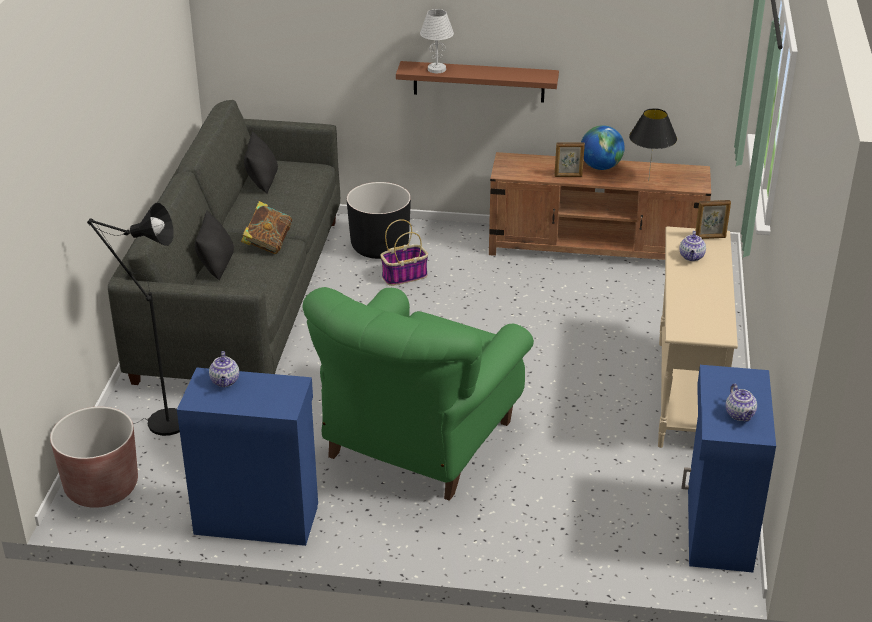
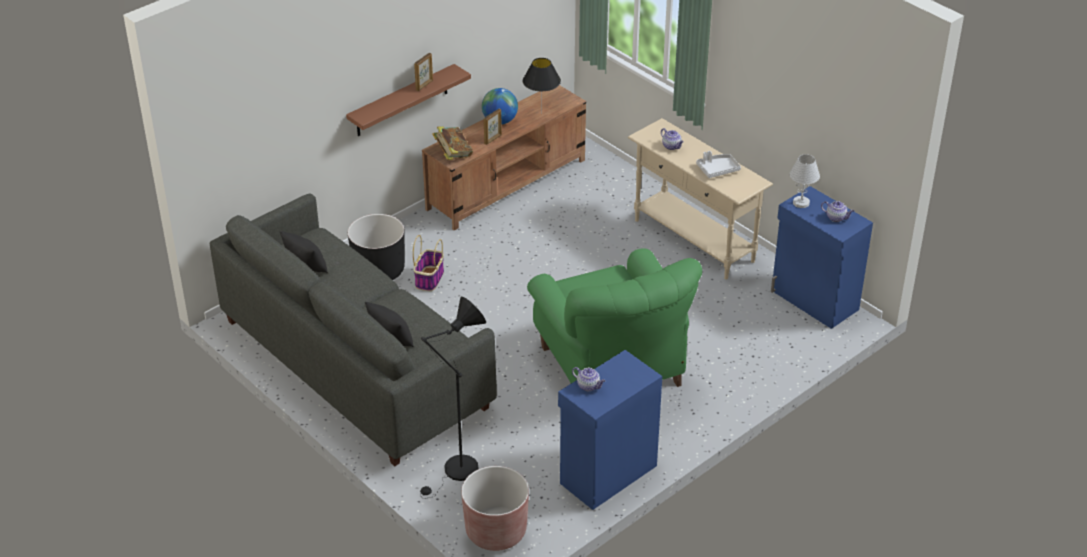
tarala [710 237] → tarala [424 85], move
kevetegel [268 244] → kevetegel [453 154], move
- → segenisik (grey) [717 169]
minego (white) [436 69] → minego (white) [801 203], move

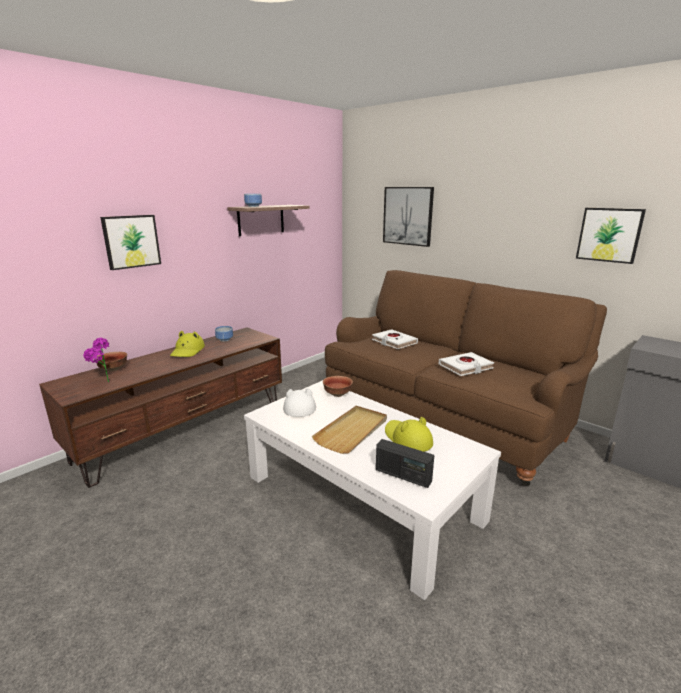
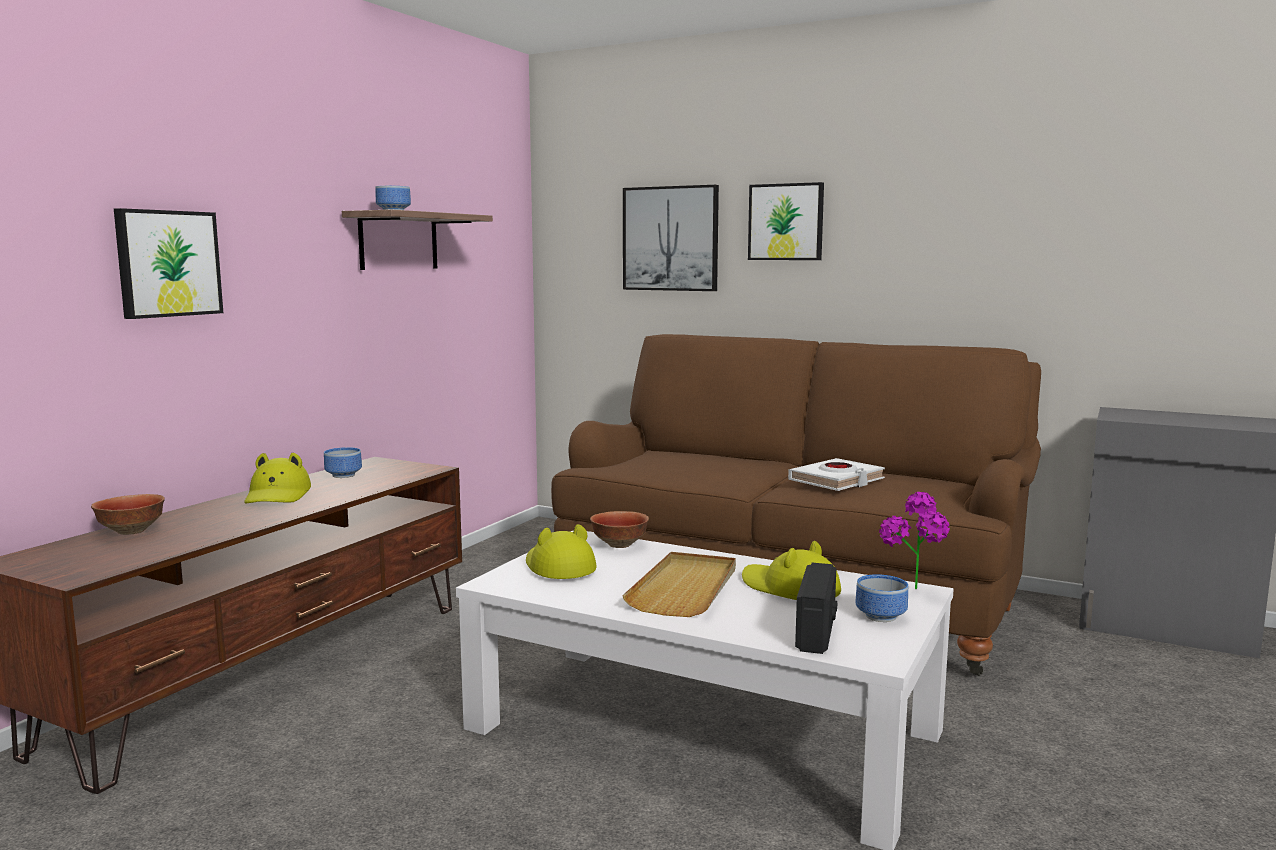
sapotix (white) [299 406] → sapotix (yellow) [558 566]
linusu [609 235] → linusu [786 222], move
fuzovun [403 475] → fuzovun [816 632], 90 degrees counterclockwise
- → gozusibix [878 616]
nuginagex [102 383] → nuginagex [913 593], move
kevetegel (white) [394 342] → -

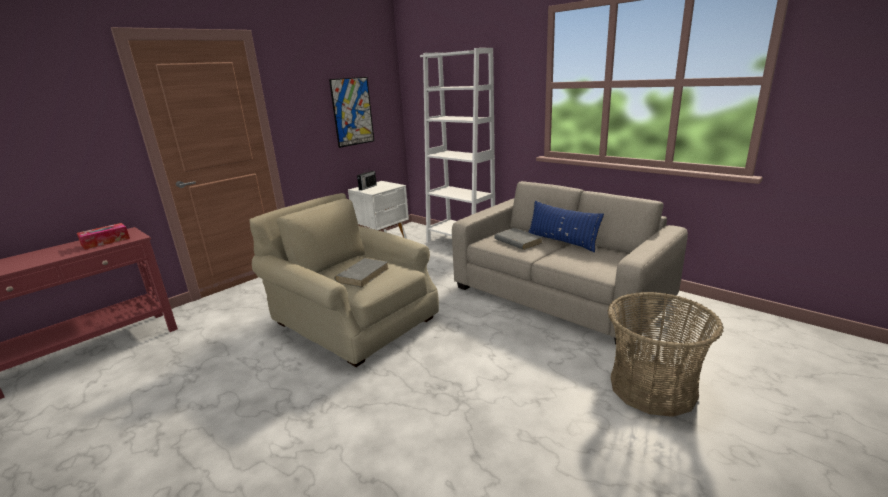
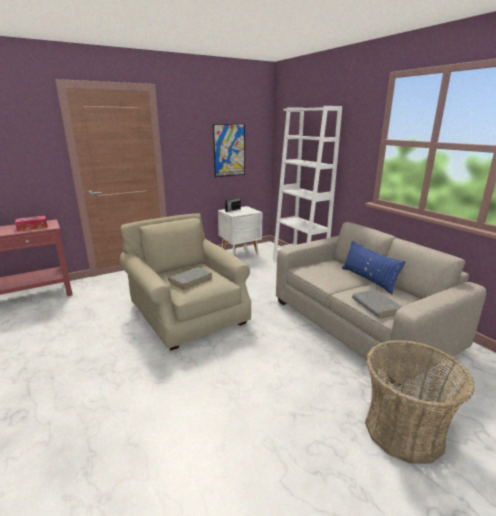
kevetegel (grey) [517 241] → kevetegel (grey) [375 305], move

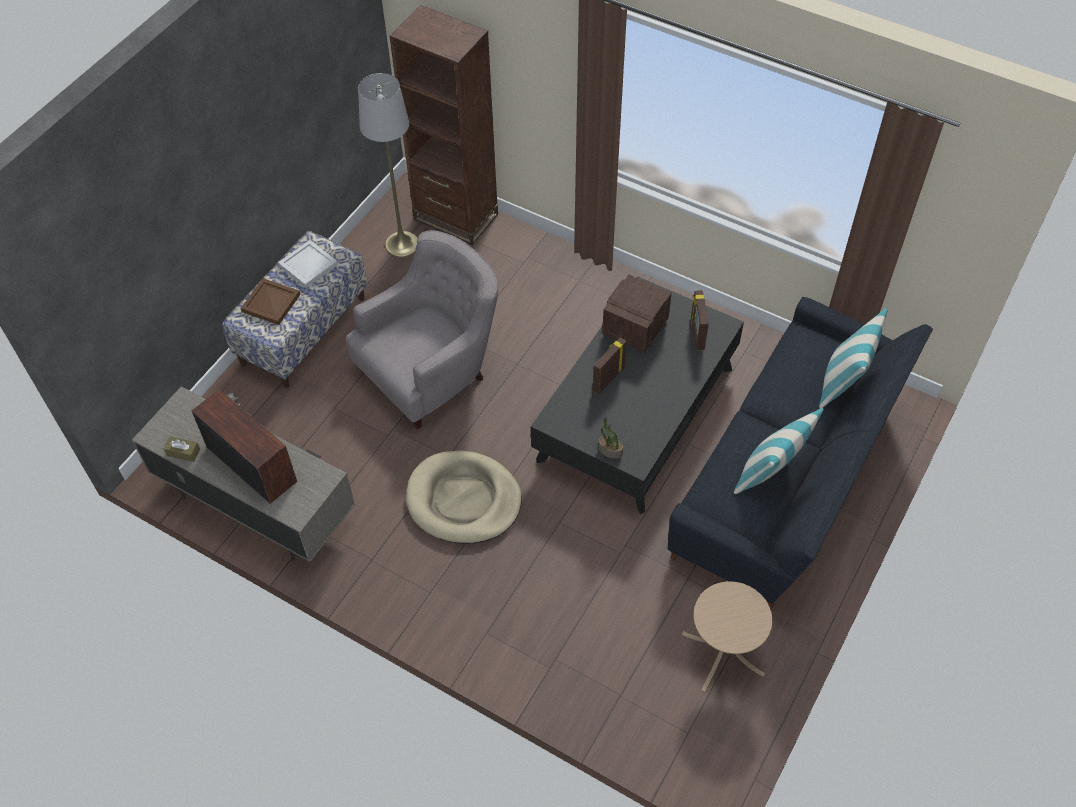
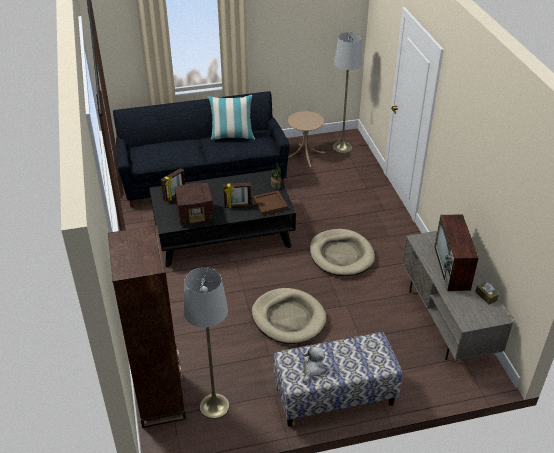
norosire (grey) [432 370] → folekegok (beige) [288 318]
segenisik (brown) [272 303] → segenisik (brown) [269 204], move
segenisik (white) [308 265] → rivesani [312 369]
- → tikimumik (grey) [342 147]
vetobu [844 381] → -

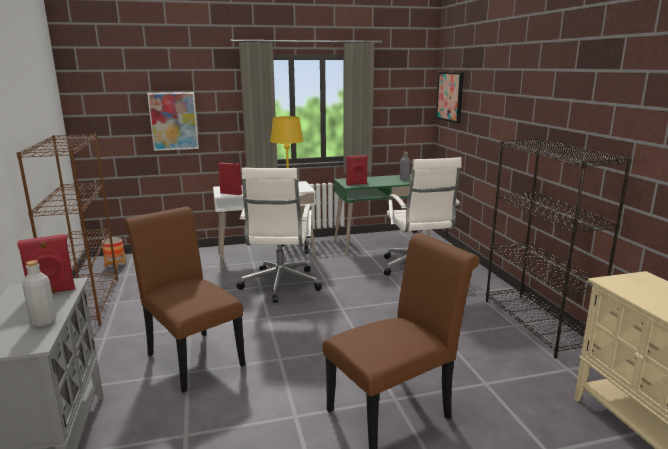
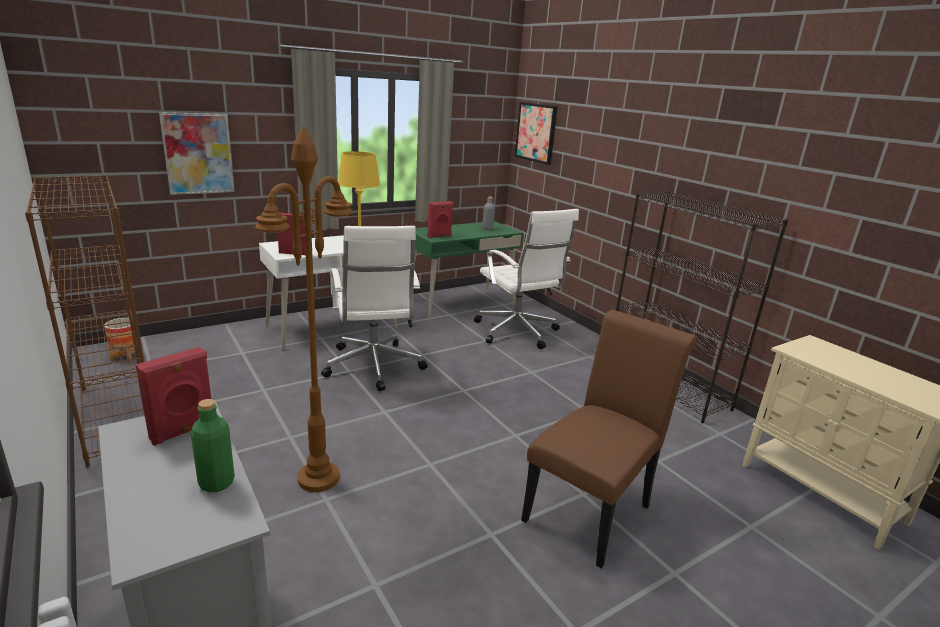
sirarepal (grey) [43 322] → sirarepal (green) [216 483]
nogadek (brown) [191 357] → tikimumik (brown) [319 478]

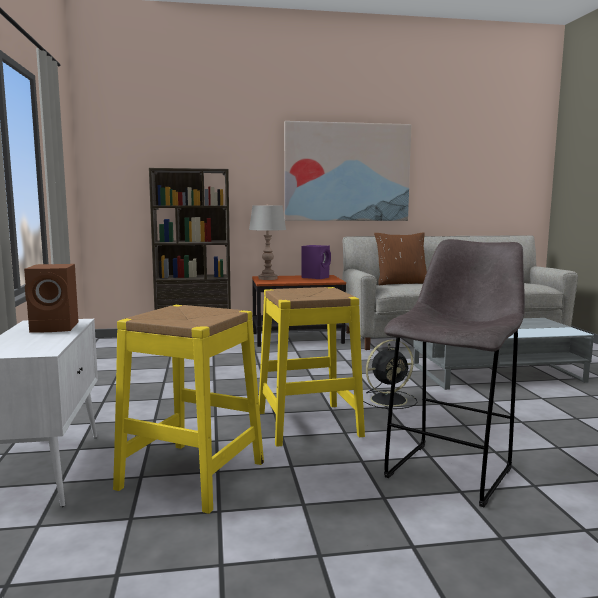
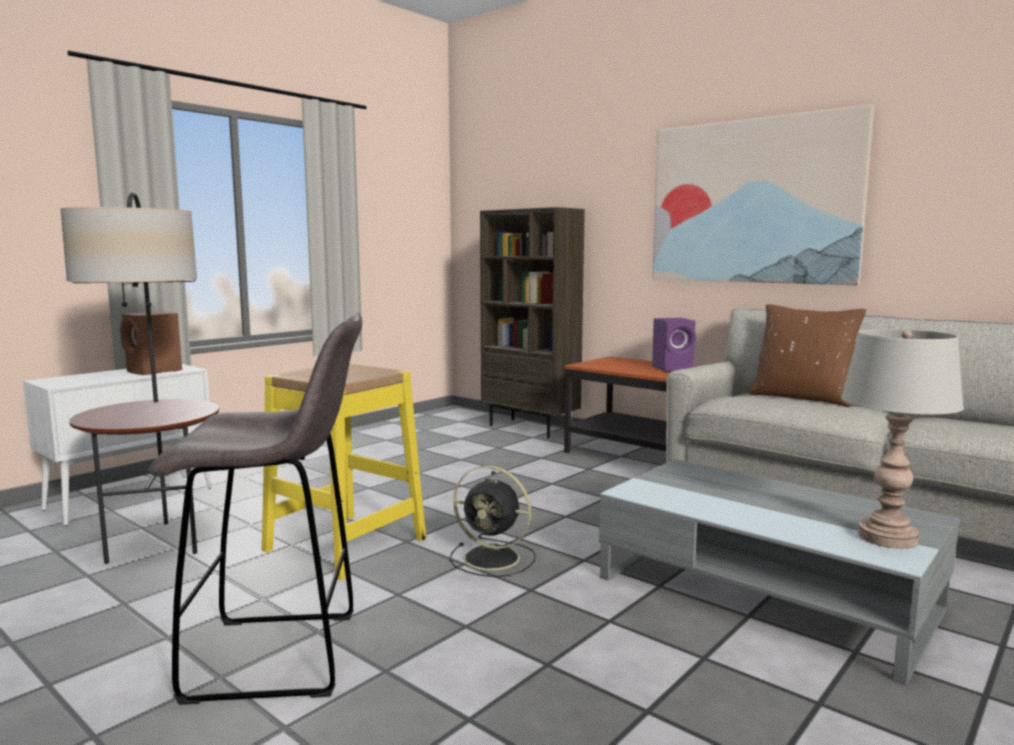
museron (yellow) [192 475] → tikimumik [158 542]
minego (grey) [267 278] → minego (grey) [887 537], move

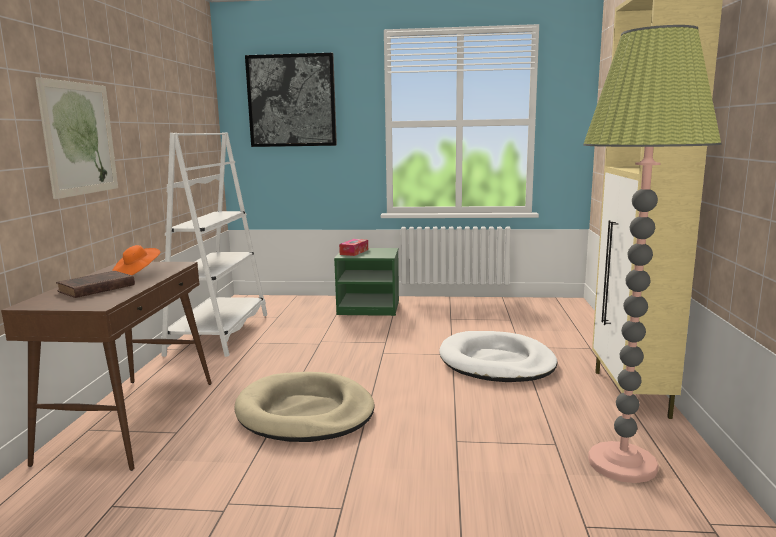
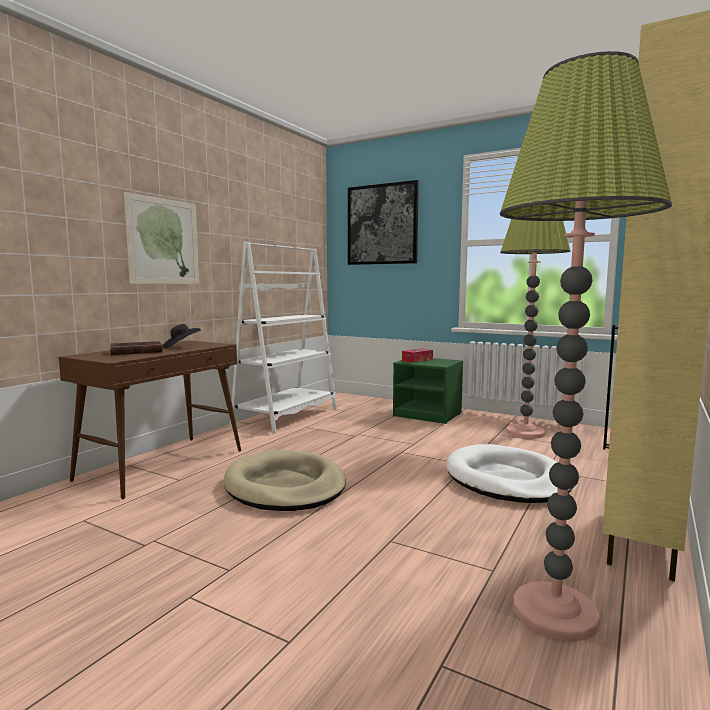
sapotix (orange) [137 273] → sapotix (black) [181 347]
- → tikimumik [525 432]

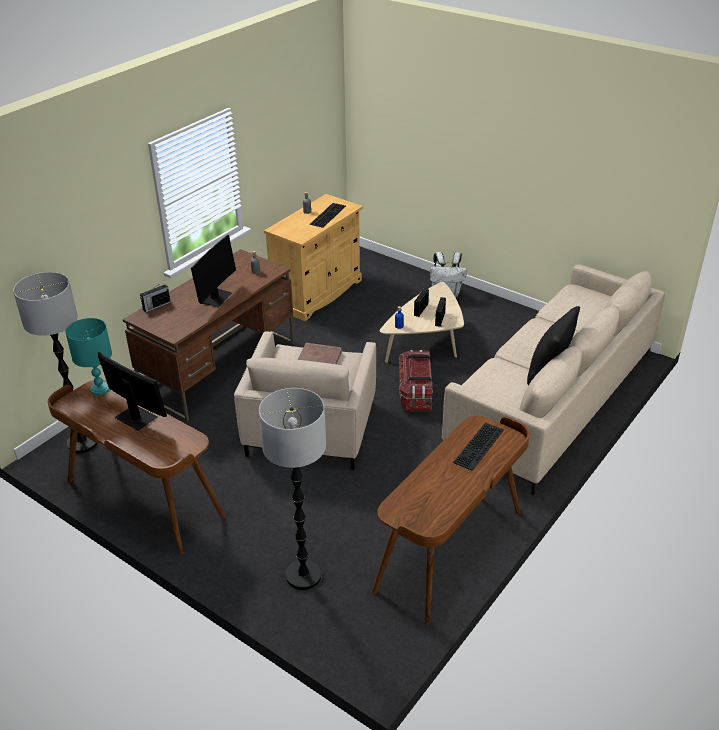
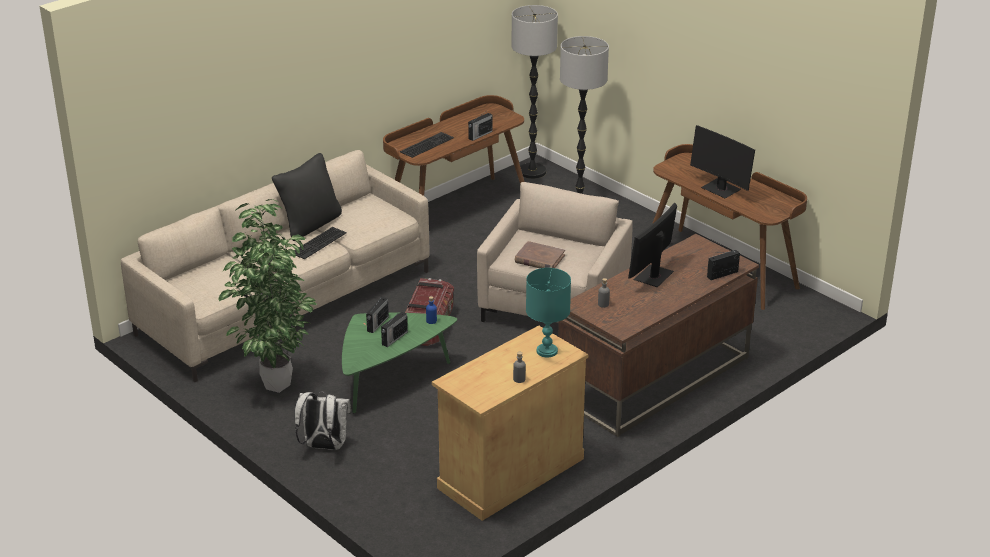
- → nuginagex [276 387]
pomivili [327 214] → pomivili [319 243], move
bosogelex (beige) [426 345] → bosogelex (green) [389 378]
- → fuzovun [480 135]
tikimumik [82 443] → tikimumik [532 172], move
minego (turquoise) [100 389] → minego (turquoise) [546 351], move

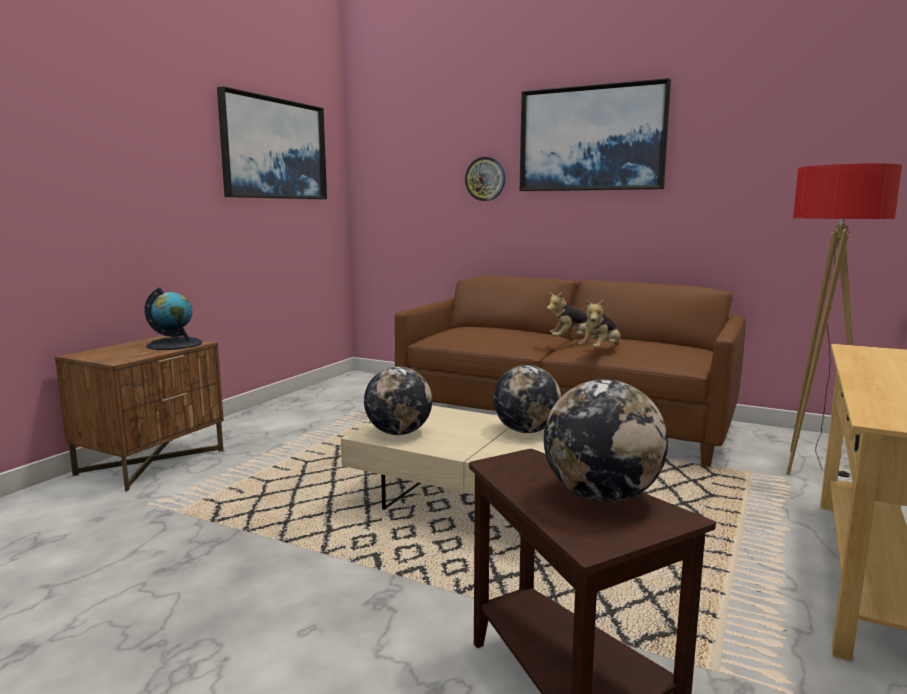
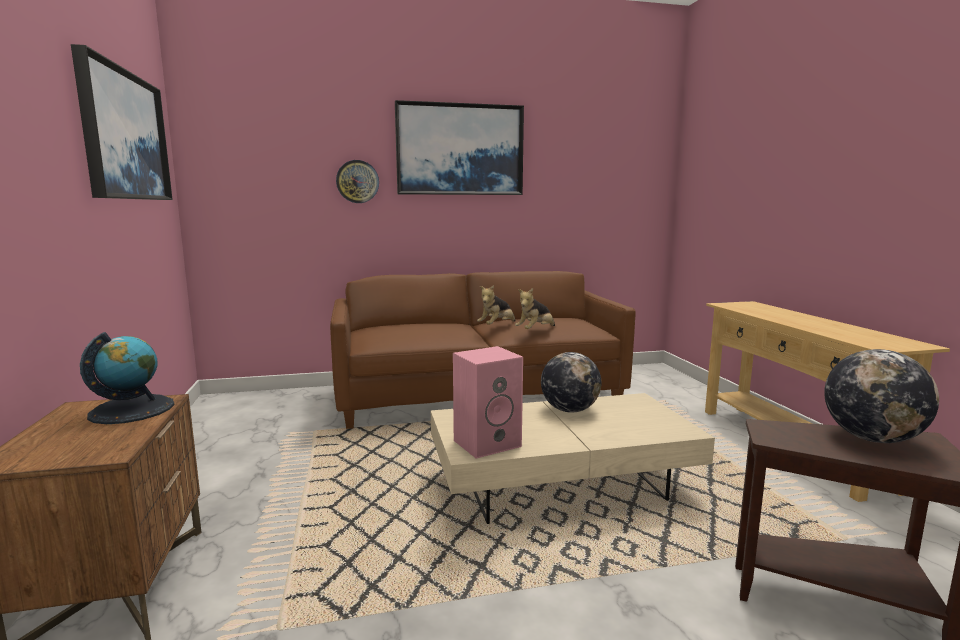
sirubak [398 433] → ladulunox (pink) [487 442]
rivesani [600 350] → rivesani [535 331], 45 degrees clockwise
tikimumik [813 466] → -

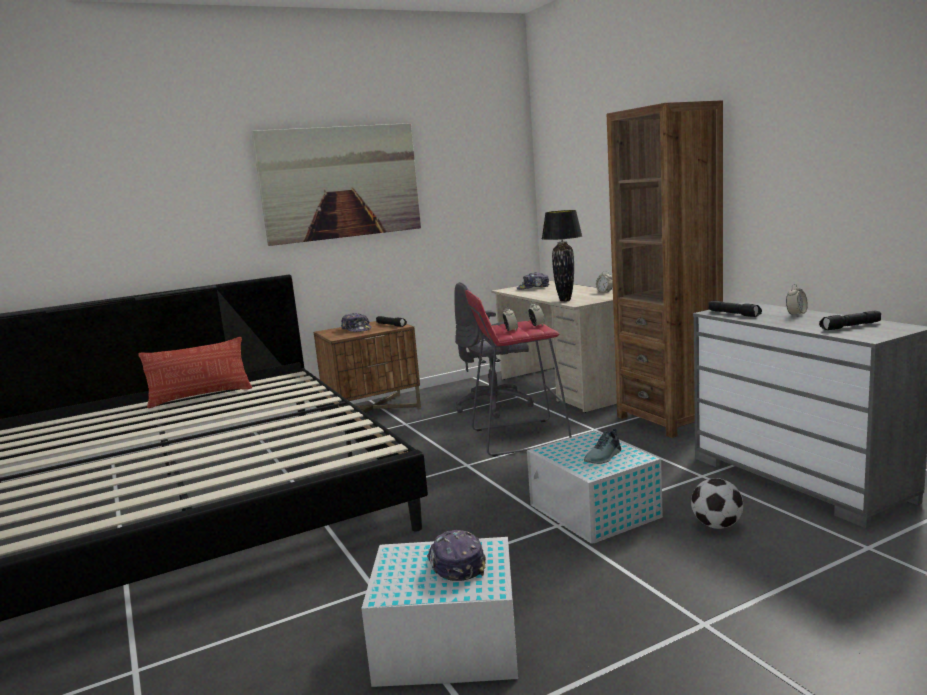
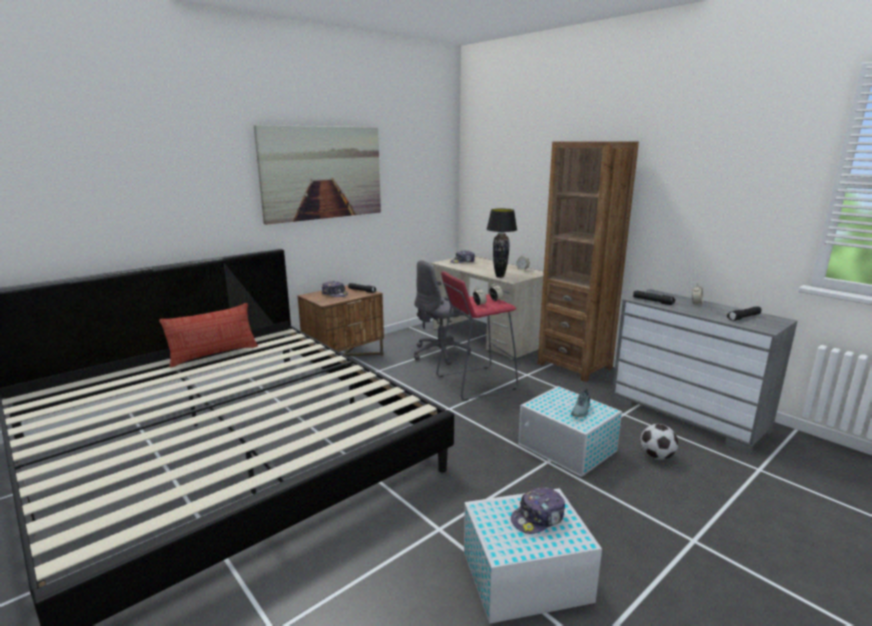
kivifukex [456 564] → kivifukex [538 518], 90 degrees counterclockwise

